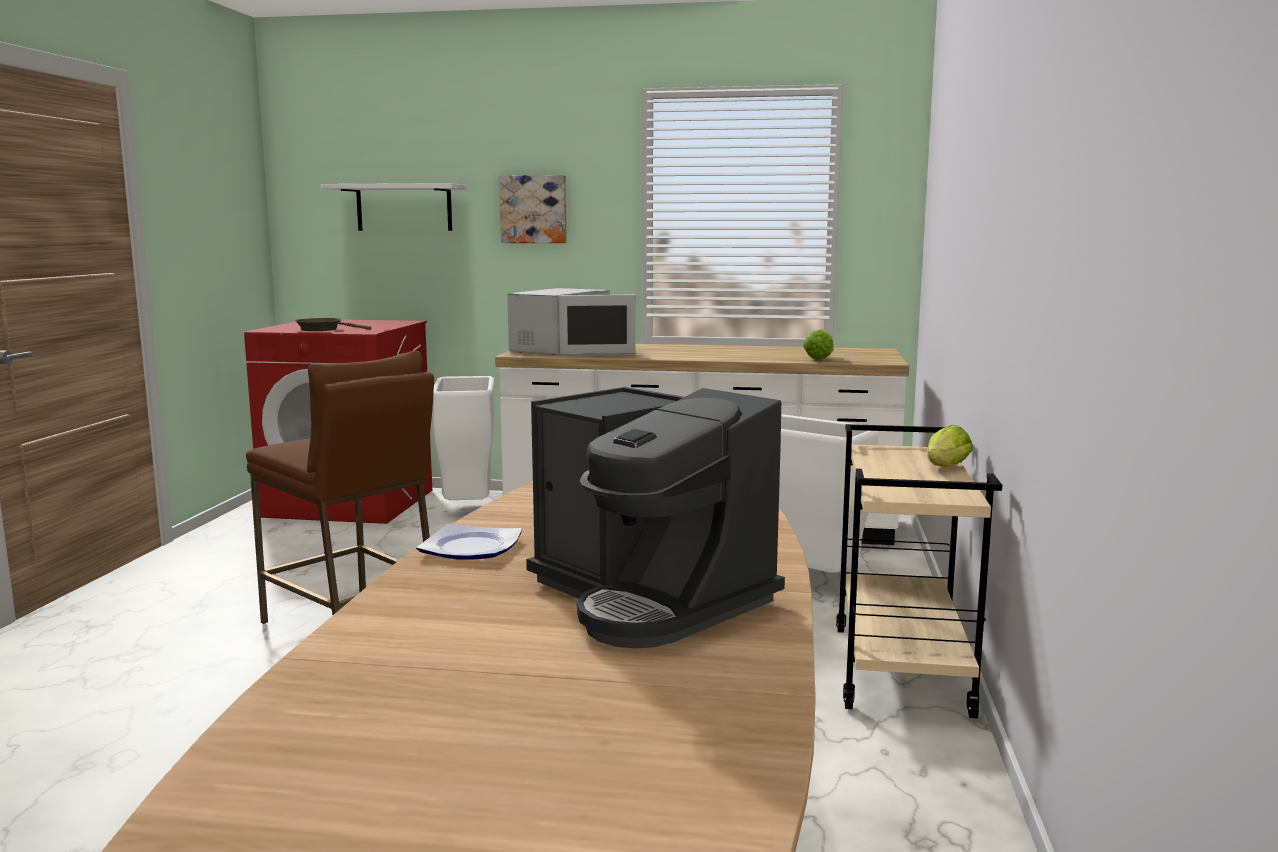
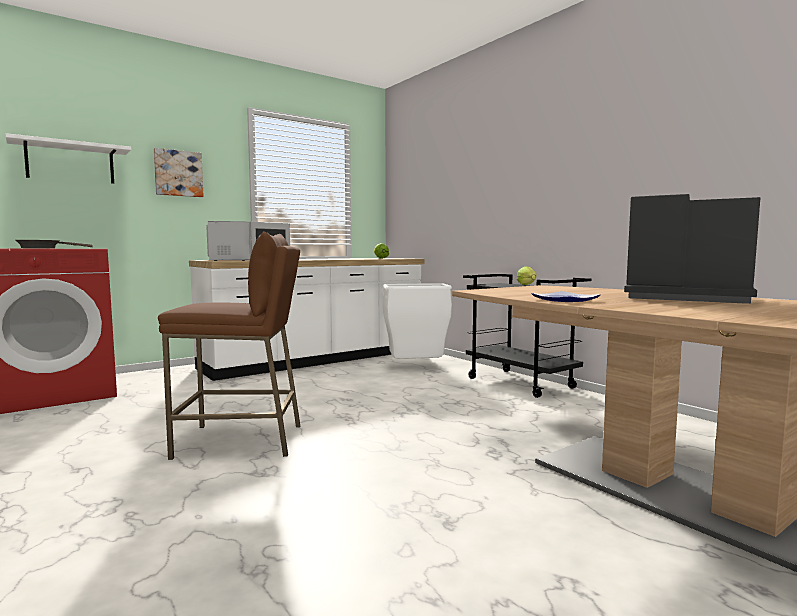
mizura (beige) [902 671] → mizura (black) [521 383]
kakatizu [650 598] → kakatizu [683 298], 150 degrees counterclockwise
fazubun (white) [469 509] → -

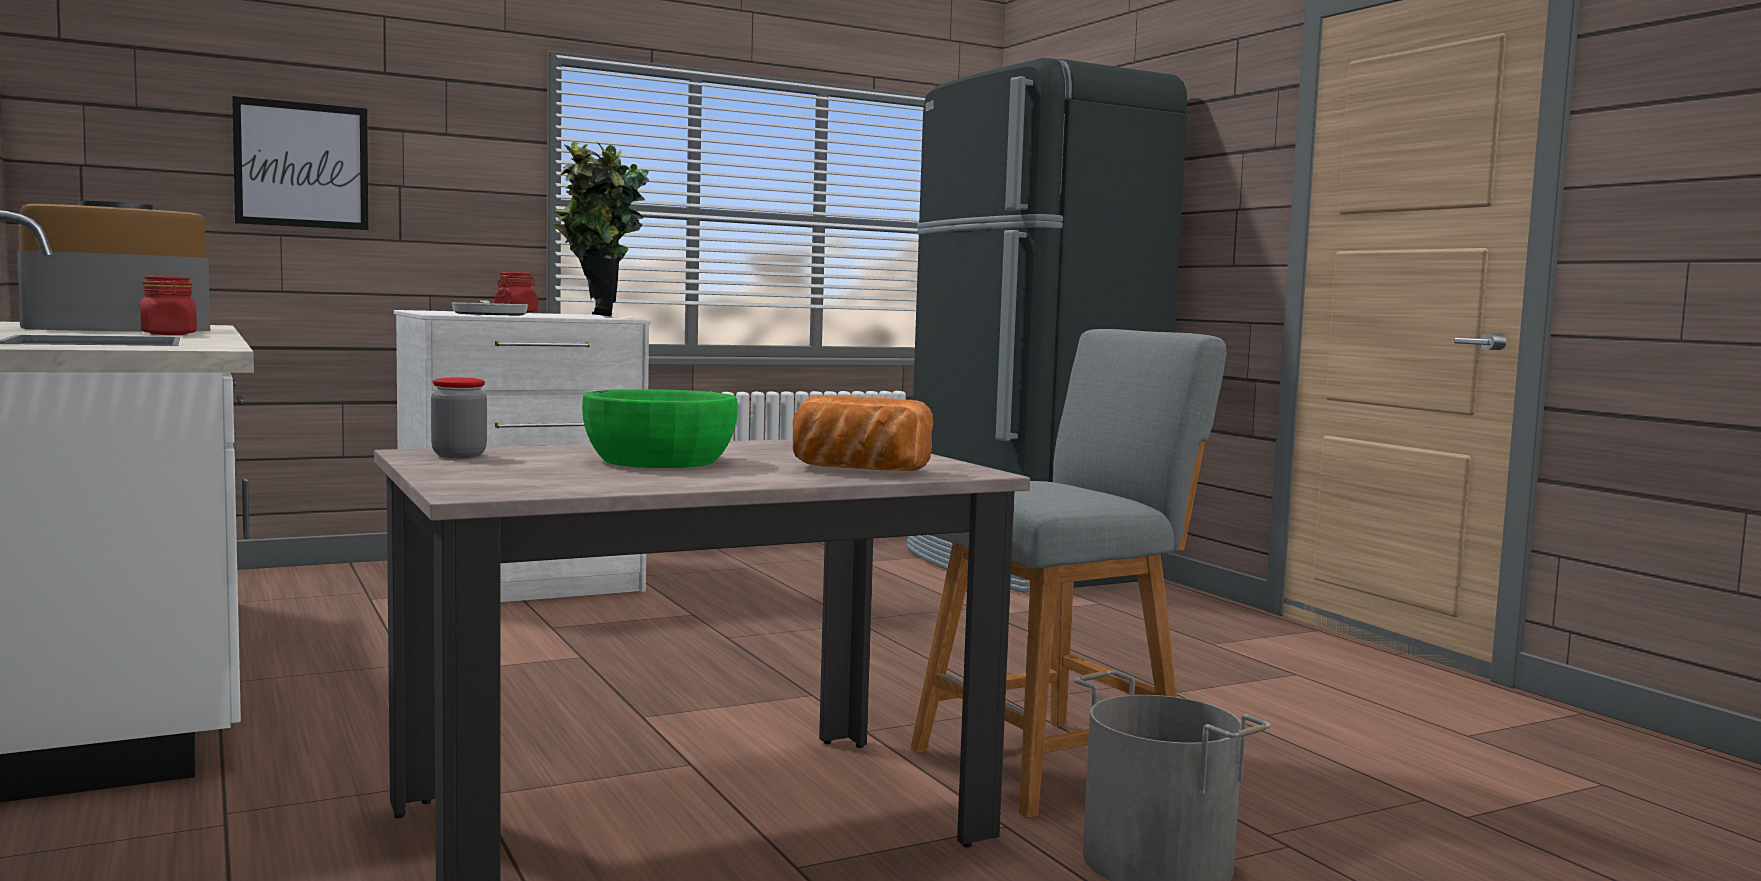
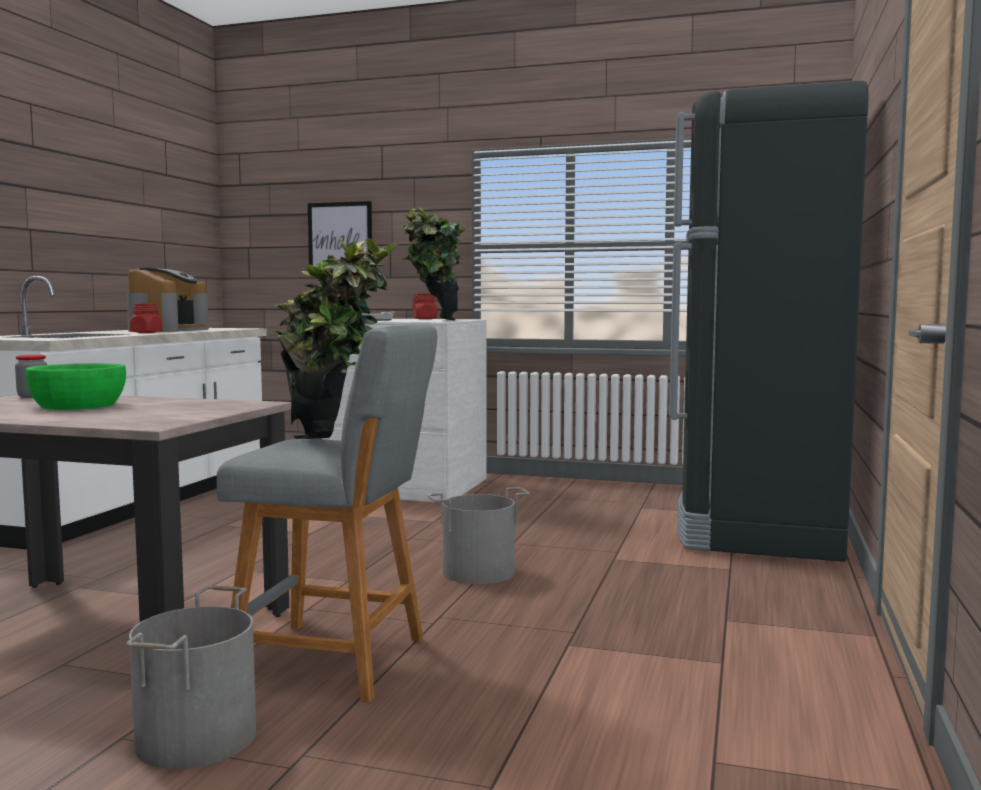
kakatizu [116 328] → kakatizu [168 330], 90 degrees clockwise
- → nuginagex [337 442]
- → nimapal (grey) [479 572]
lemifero [856 470] → -

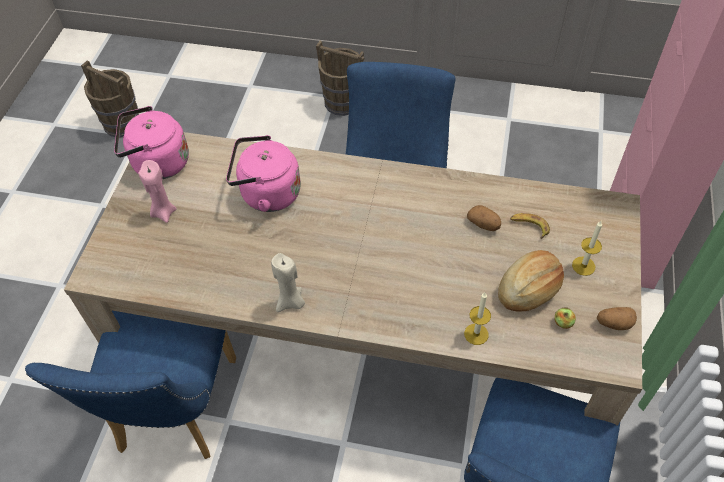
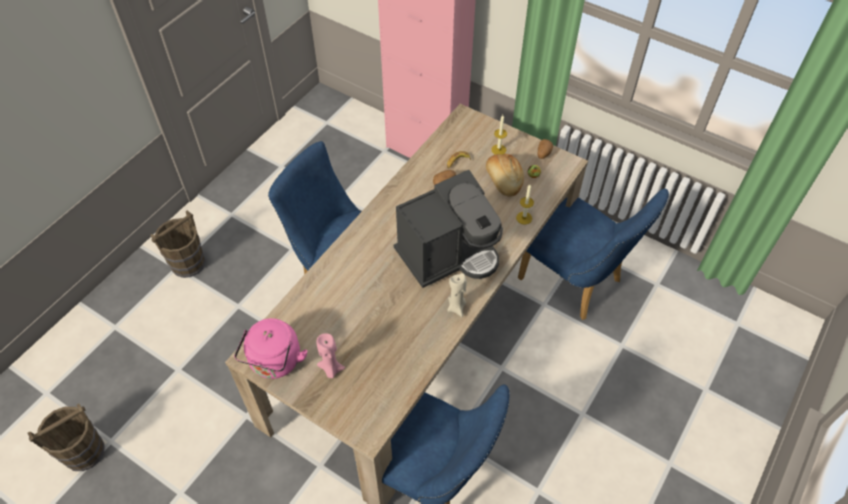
- → kakatizu [448 254]
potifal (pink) [266 194] → -

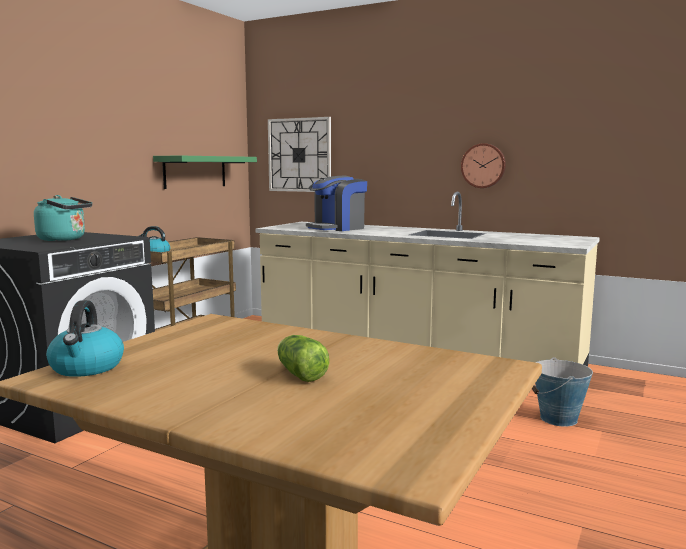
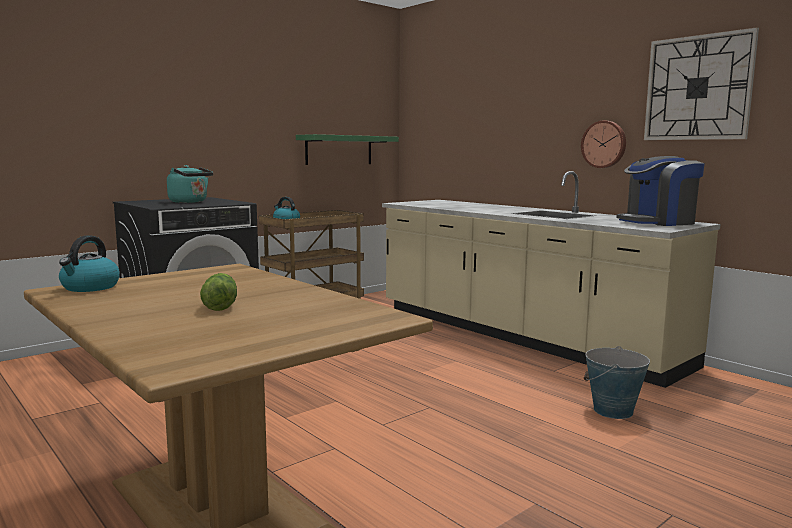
kakatizu [337 228] → kakatizu [658 222], move
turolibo [299 155] → turolibo [698 88], move

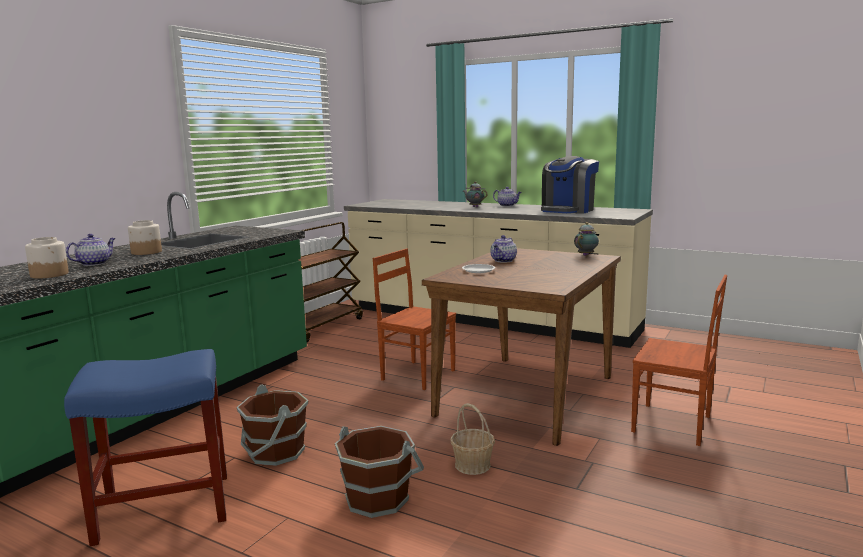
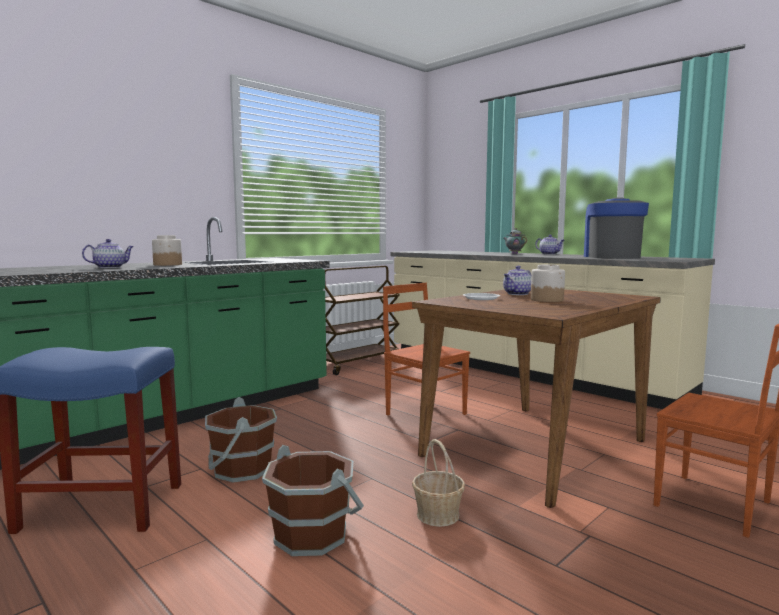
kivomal [50 274] → kivomal [547 300], move
kakatizu [568 210] → kakatizu [612 257], 135 degrees clockwise
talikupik [586 255] → -

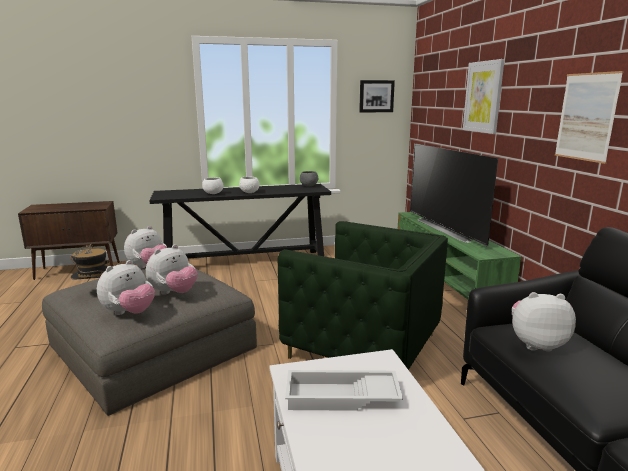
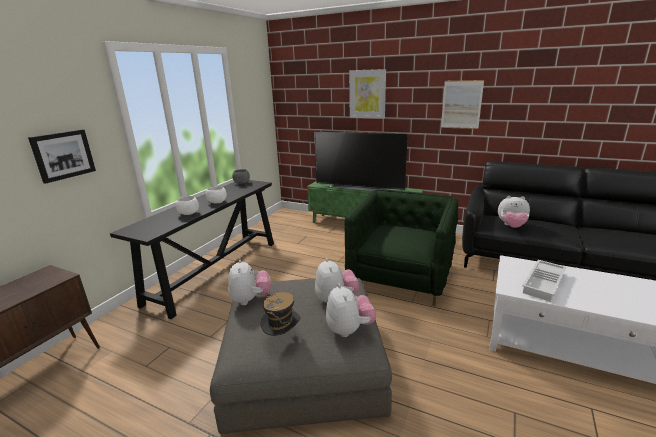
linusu [376 96] → linusu [63 155], move
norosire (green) [363 346] → norosire (green) [401 276], 45 degrees counterclockwise
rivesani [536 344] → rivesani [511 226], 120 degrees counterclockwise

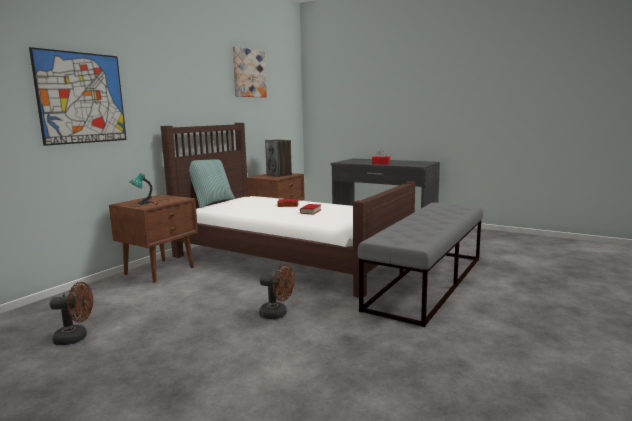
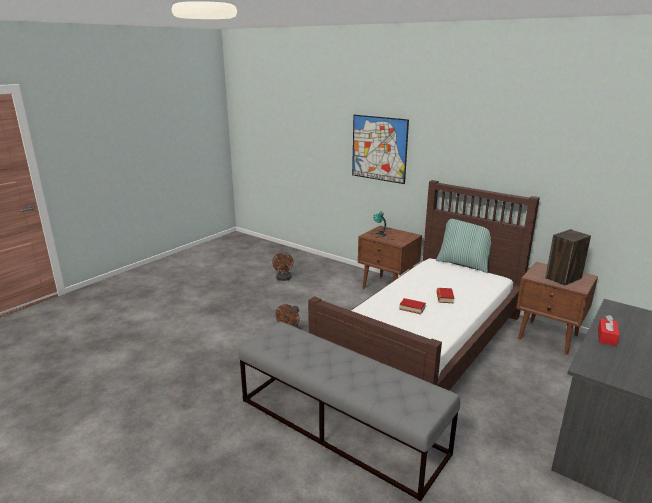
linusu [249 73] → -

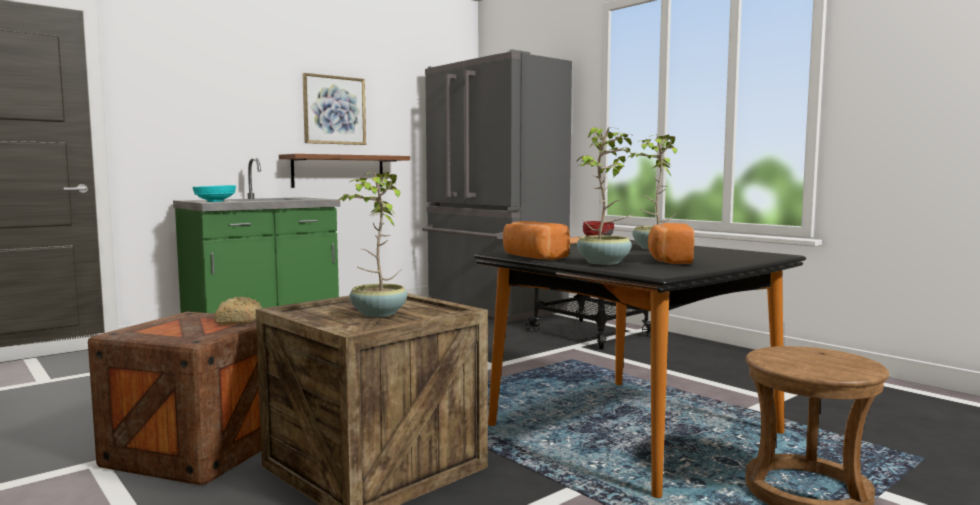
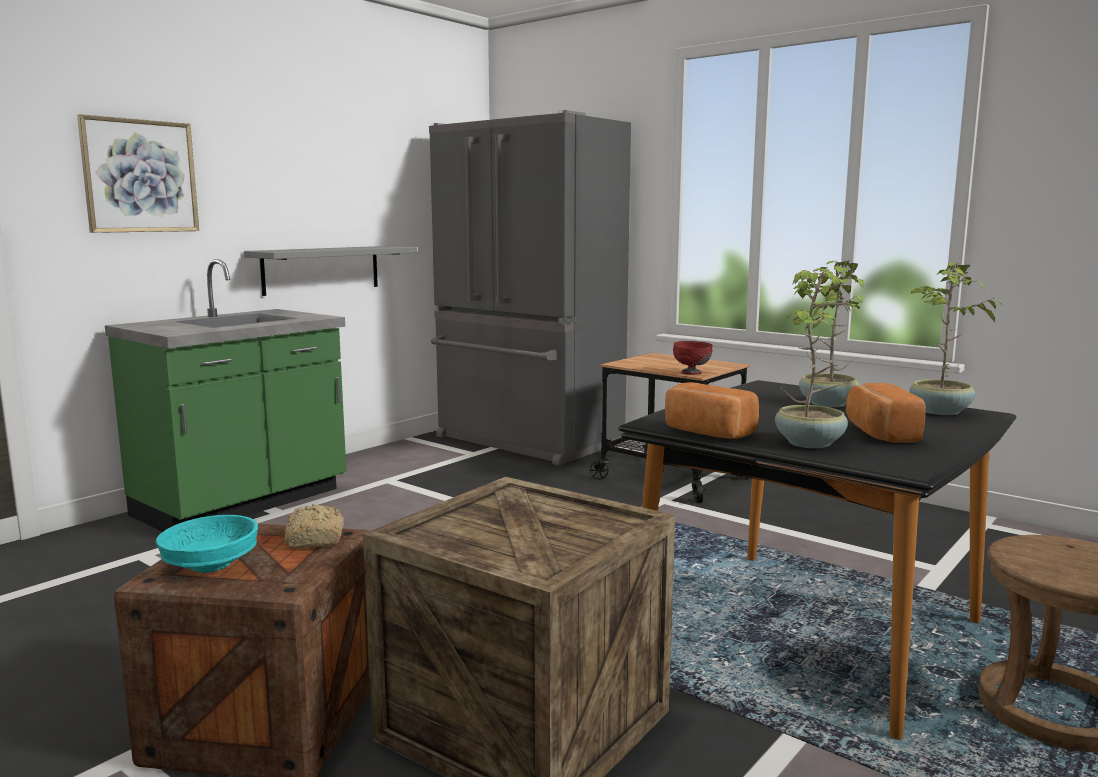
linusu [334 110] → linusu [140 176], move
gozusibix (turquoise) [215 201] → gozusibix (turquoise) [211 565], move
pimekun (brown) [338 171] → pimekun (grey) [321 269]
nuginagex [377 314] → nuginagex [939 412], move

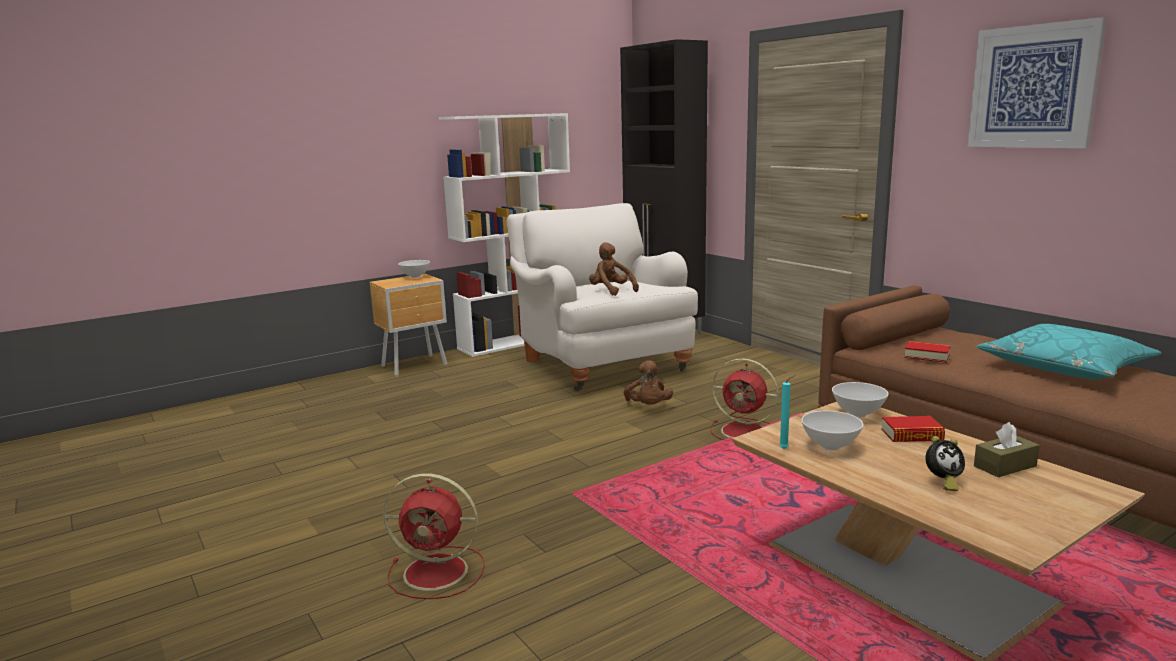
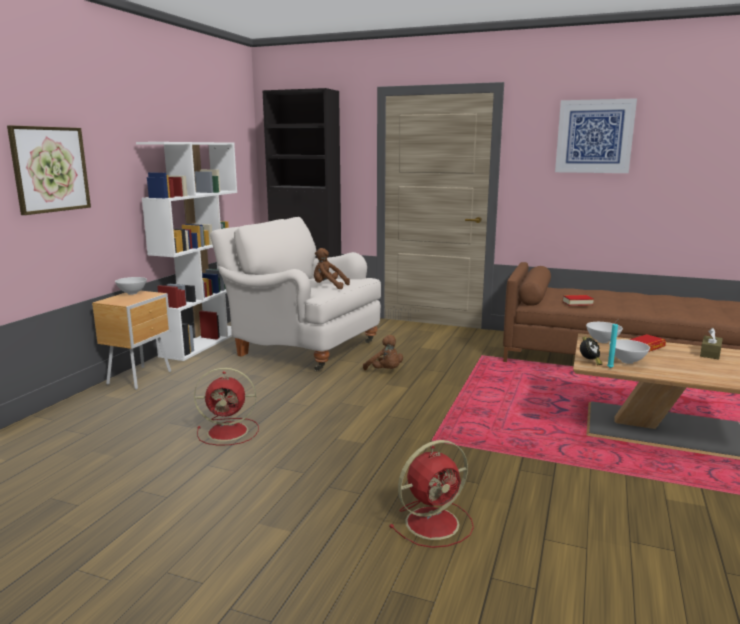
- → linusu [50 169]
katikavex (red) [746 432] → katikavex (red) [229 431], move
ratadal [942 482] → ratadal [589 362], move
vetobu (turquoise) [1064 367] → -

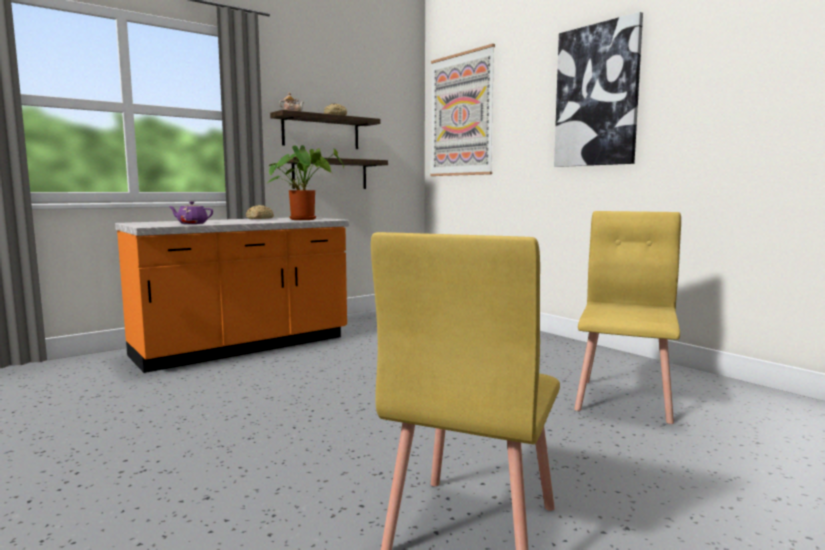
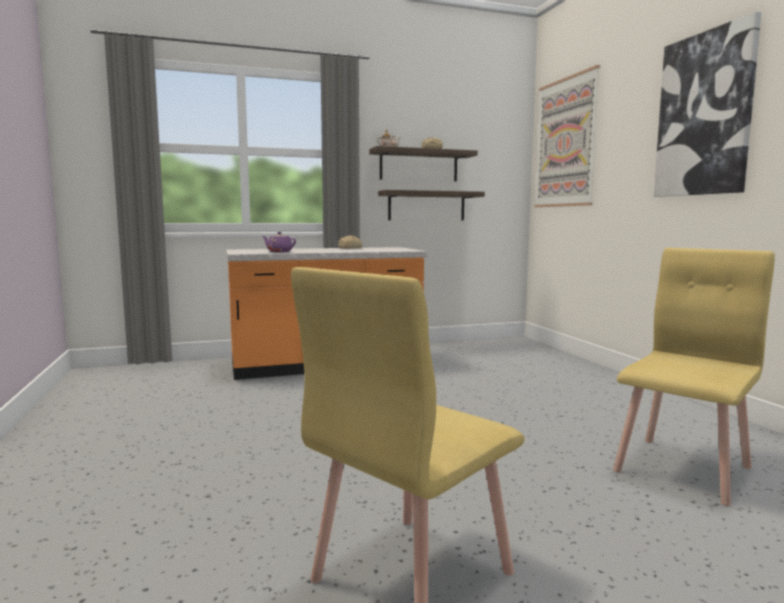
nuginagex [304 219] → -

